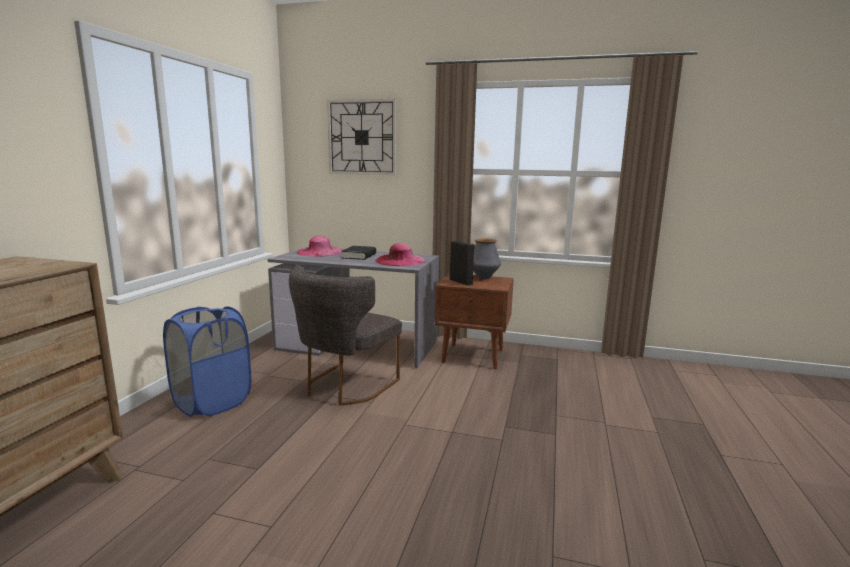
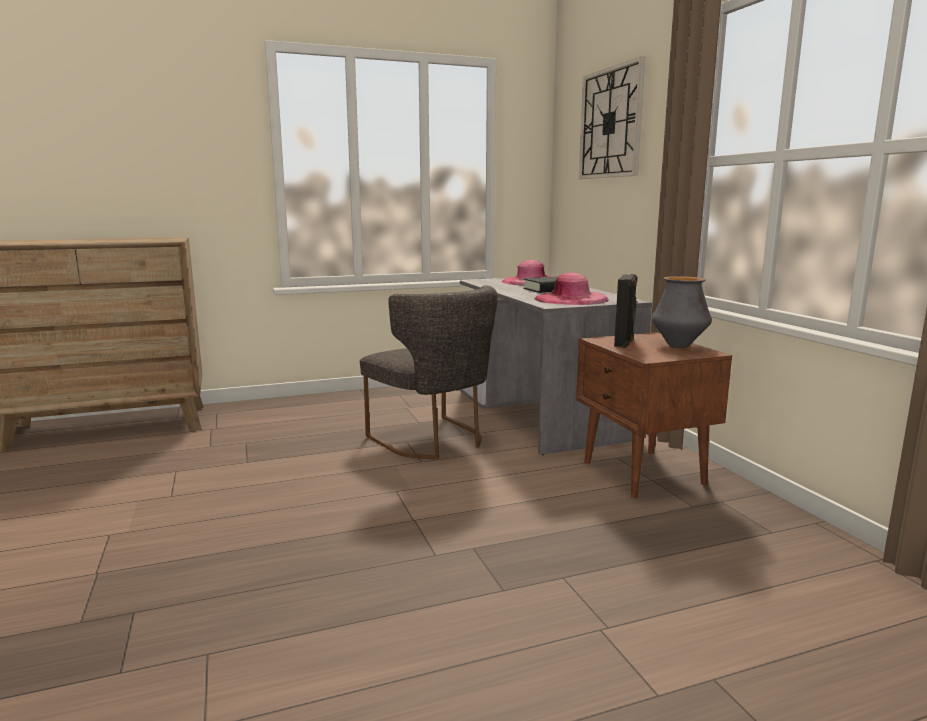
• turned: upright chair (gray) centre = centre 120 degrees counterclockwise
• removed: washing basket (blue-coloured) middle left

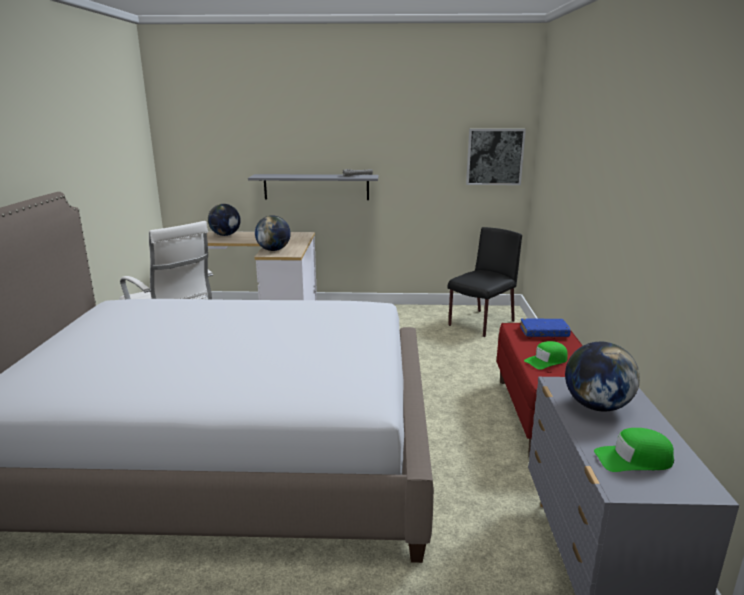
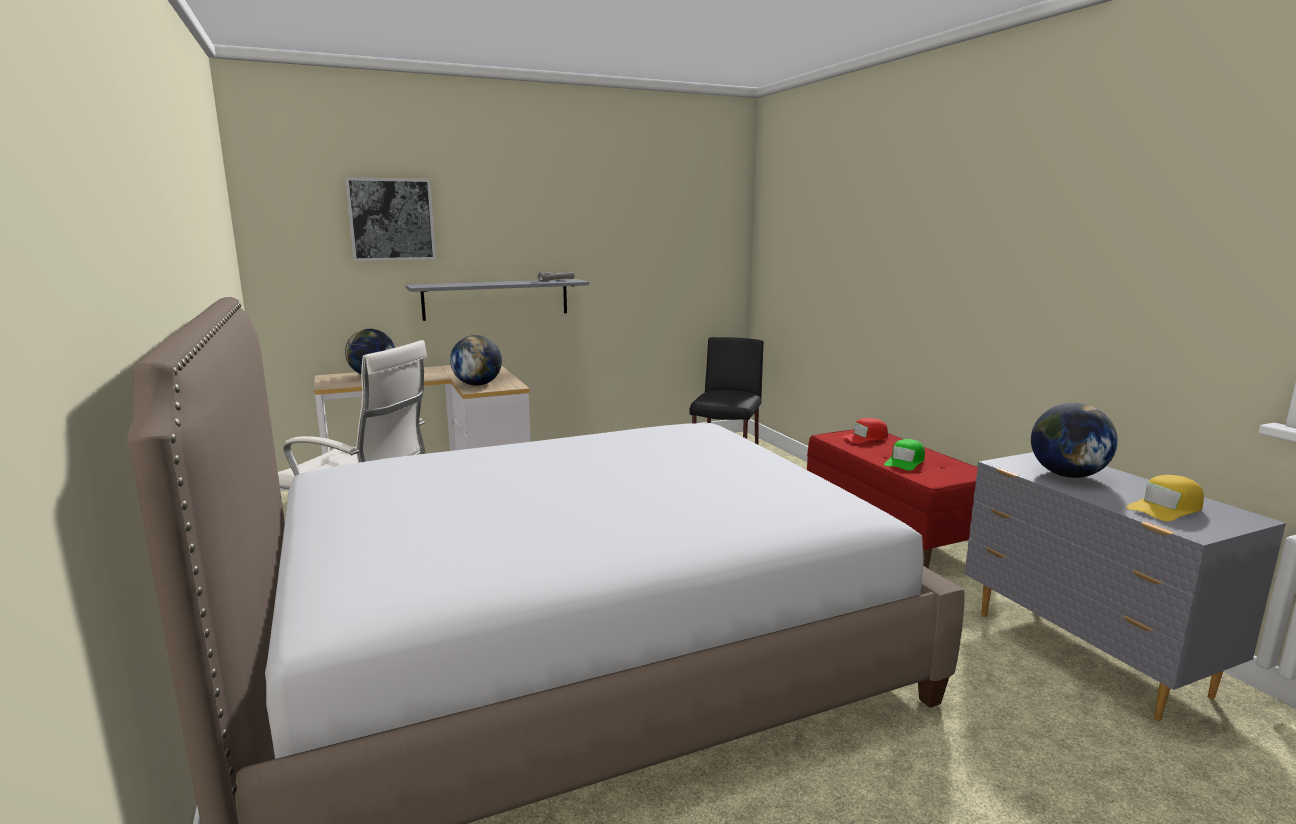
• moved: wall picture top right to top left
• replaced: volume (blue-coloured) middle right to cap (red-coloured) middle right
• recoloured: cap (green-coloured) (2nd from left) bottom right to cap (yellow) middle right

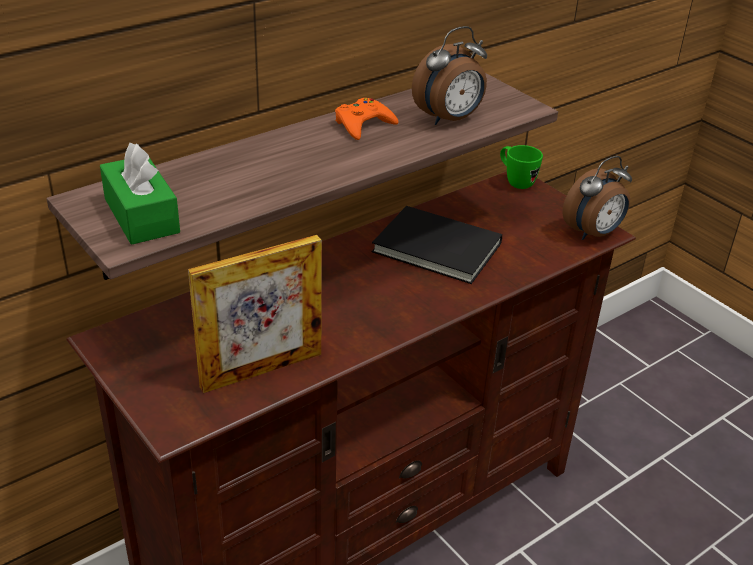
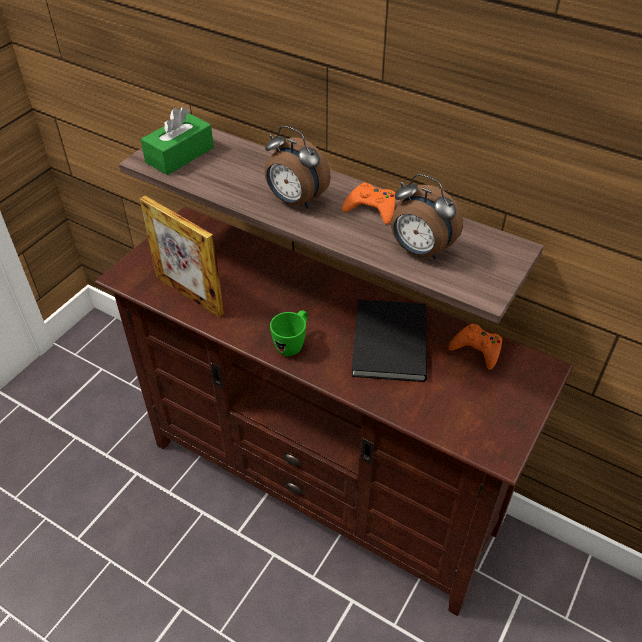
• moved: coffee mug (green-coloured) top right to centre
• moved: alarm clock (2nd from left in the first image) middle right to alarm clock (1st from left) top centre
• added: game controller (orangey) (2nd from left) middle right

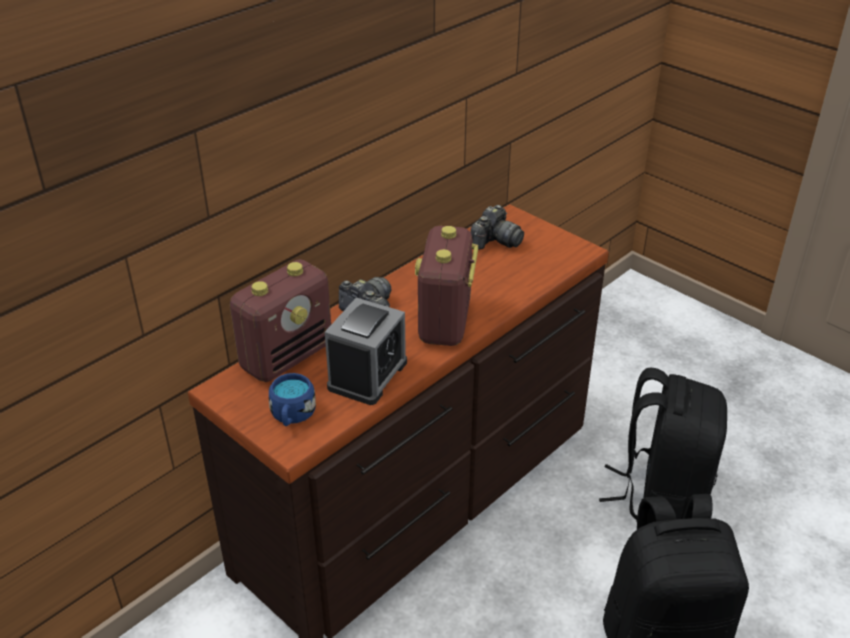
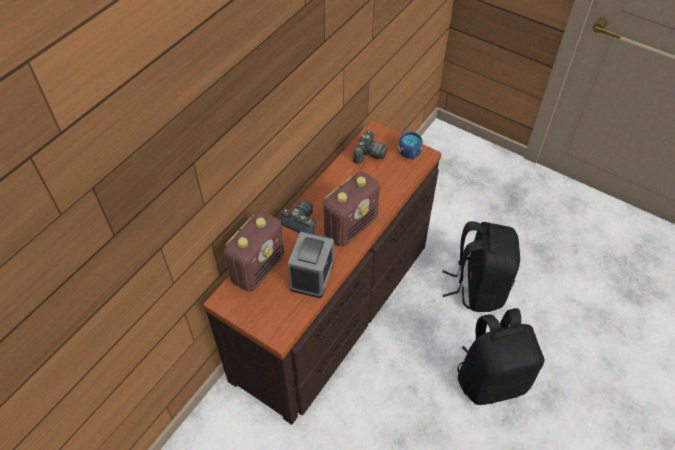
• turned: radio receiver (2nd from left) centre = centre 135 degrees counterclockwise
• moved: coffee mug (blue-coloured) centre to top centre

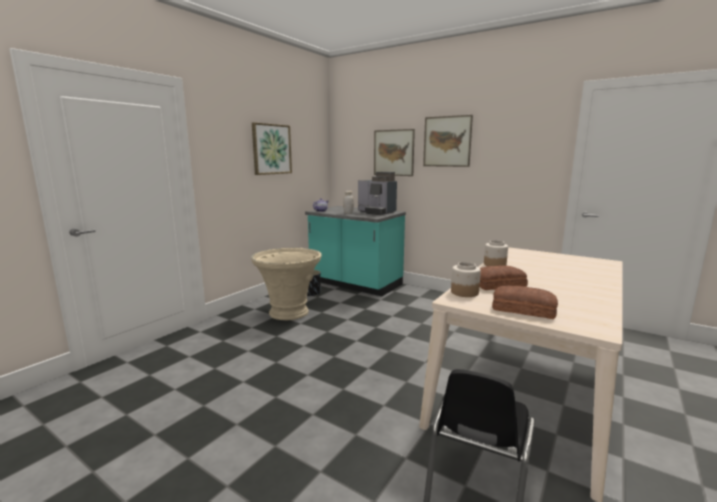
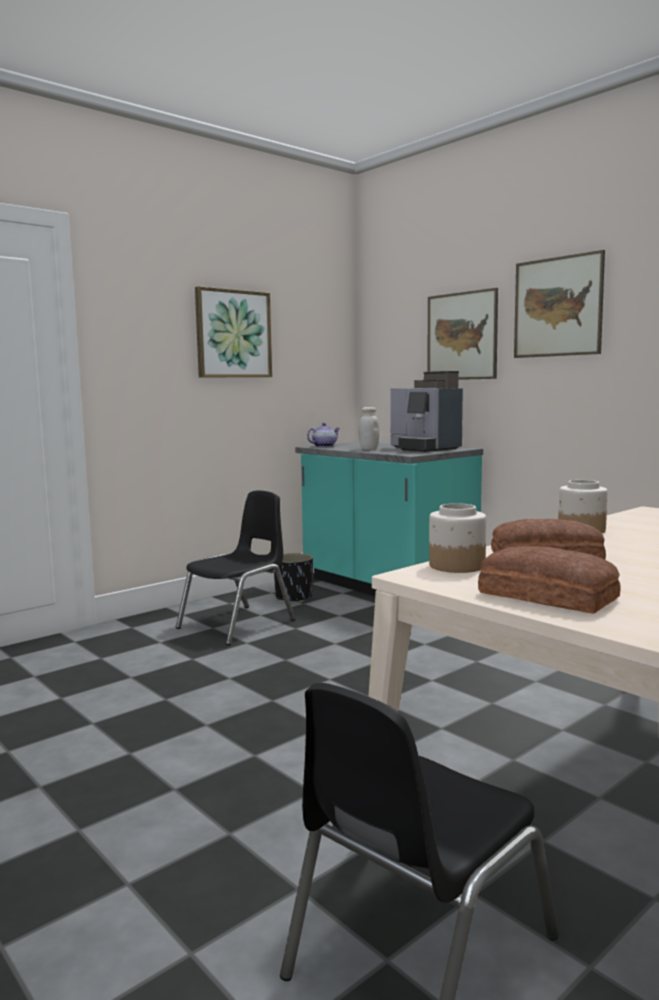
• replaced: planter (beige-coloured) centre to upright chair (blackish) (1st from left) centre

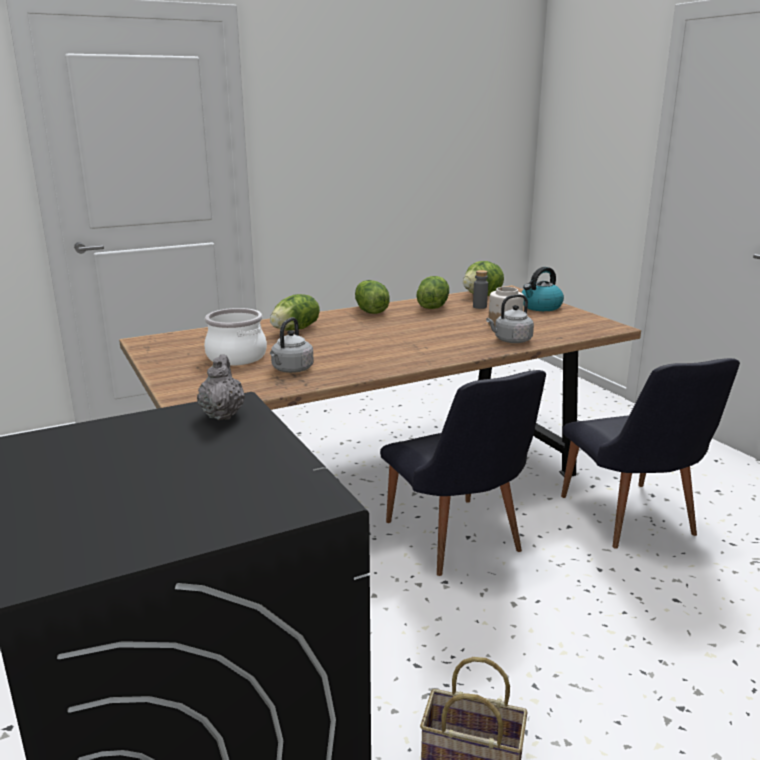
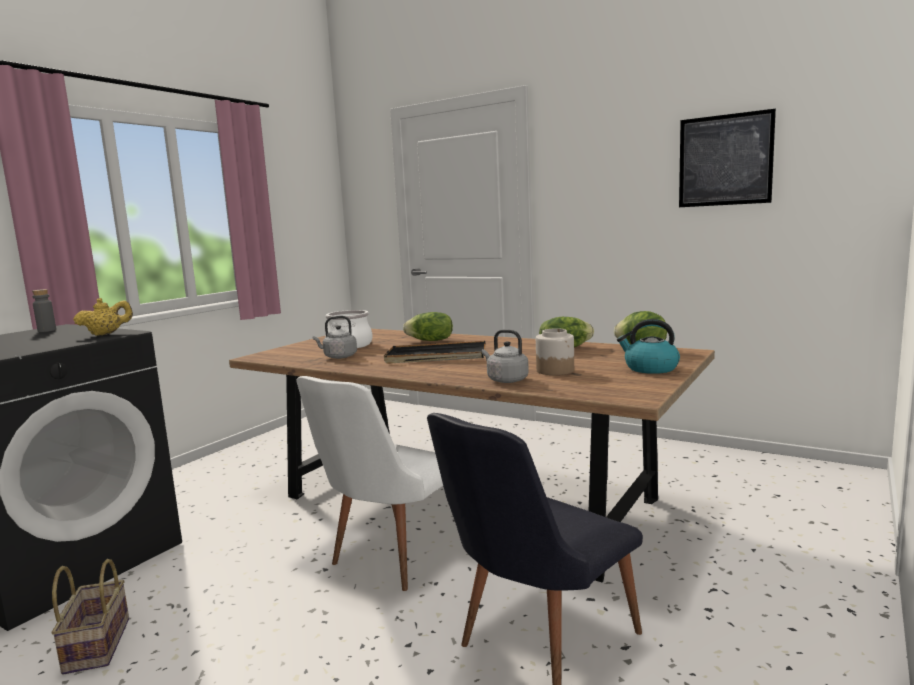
• moved: beverage bottle (gray) centre to middle left
• removed: lettuce head (2nd from left) centre
• recoloured: teapot (gray) middle left to teapot (yellow) middle left
• recoloured: upright chair (blackish) (1st from left) centre to upright chair (white) bottom centre
• added: wall picture top right
• added: carrying tray (blackish) centre

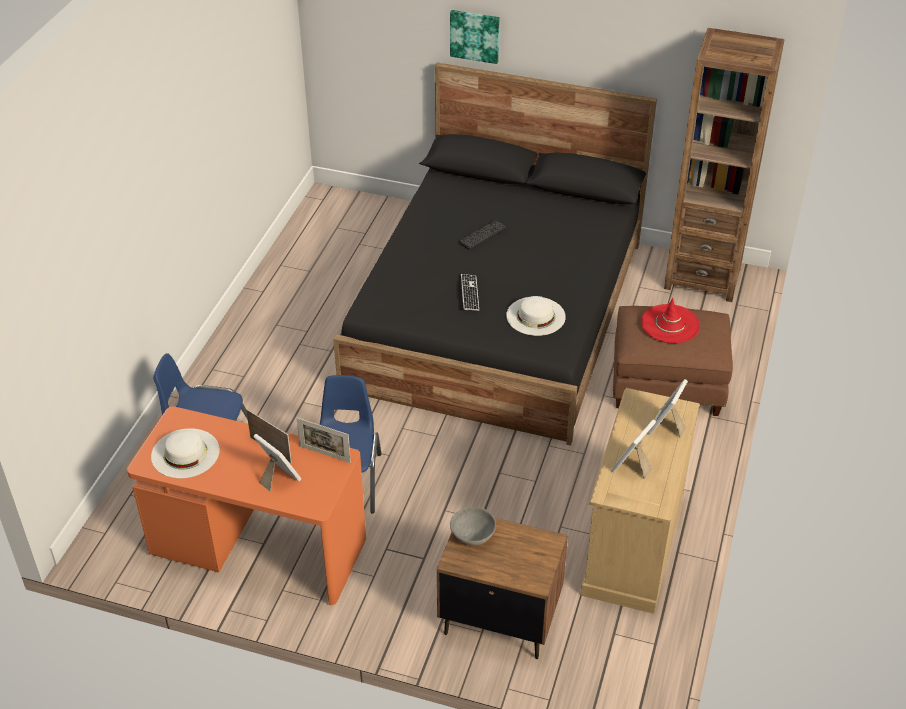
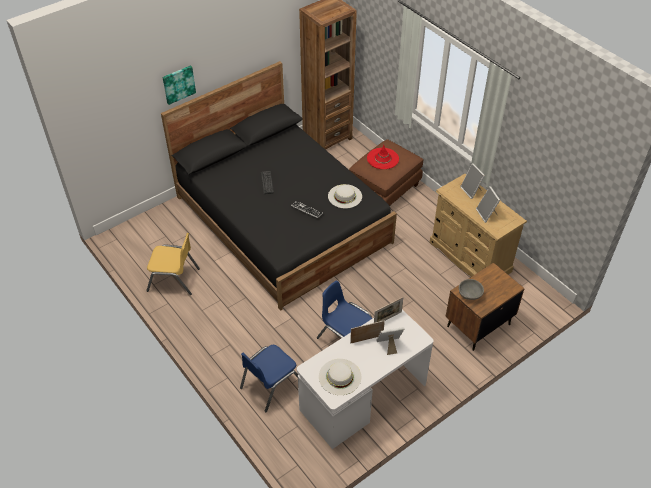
• recoloured: desk unit (orangey) bottom left to desk unit (white) bottom centre
• added: upright chair (yellow) middle left

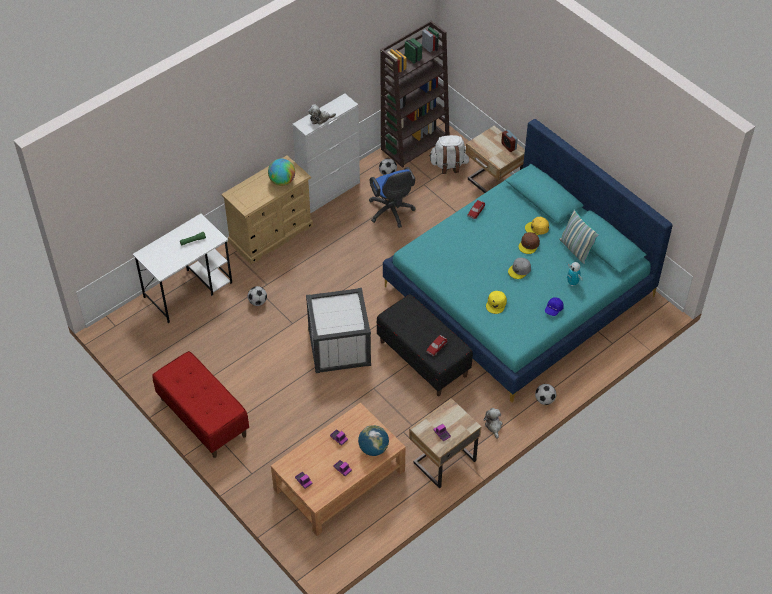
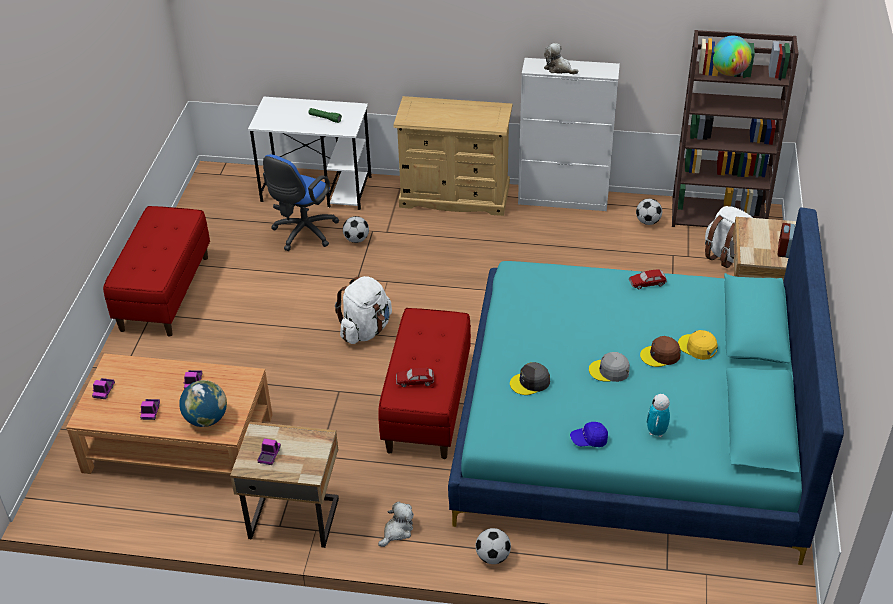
• moved: globe (1st from left in the first image) top centre to globe (2nd from left) top right
• moved: desk chair (blue-coloured) top centre to centre
• removed: cushion middle right
• replaced: storage box (white) centre to knapsack (white) (1st from left) centre
• recoloured: cap (yellow) (1st from left) centre to cap (gray) (1st from left) centre
• recoloured: indoor bench (blackish) centre to indoor bench (red-coloured) (2nd from left) centre

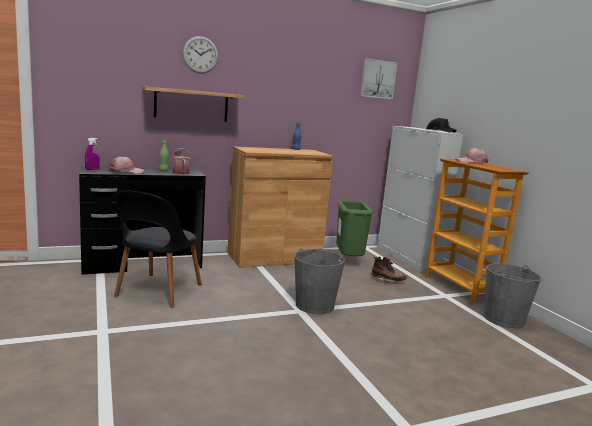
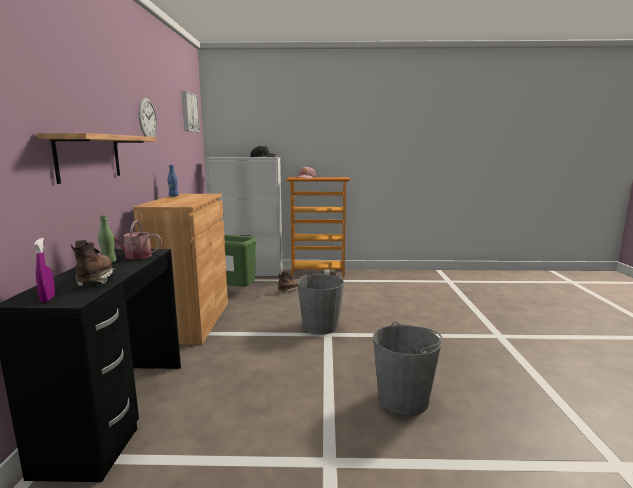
• moved: hanging clock top centre to top left
• replaced: cap (pinkish) (1st from left) middle left to tall boot (brown-coloured) (1st from left) middle left
• removed: upright chair (blackish) middle left
• moved: water bucket (gray) (2nd from left) bottom right to bottom centre

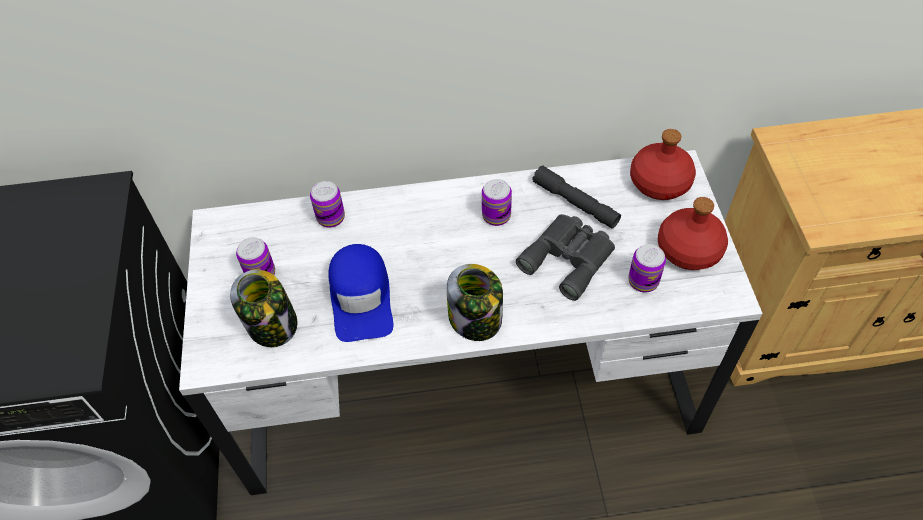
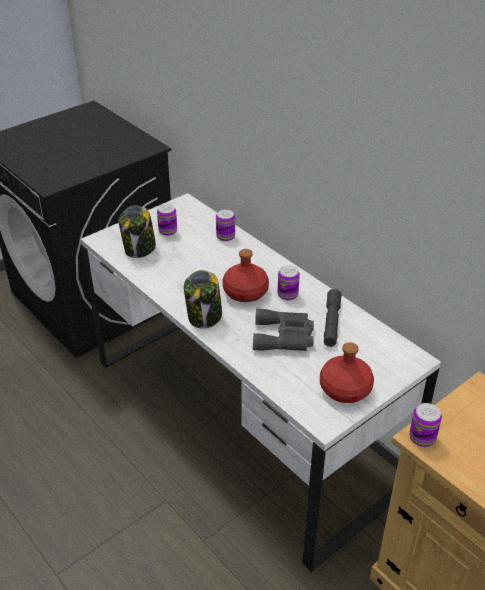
• moved: beverage bottle (red-coloured) (1st from left) top right to centre
• removed: cap (blue-coloured) centre
• moved: sealed can (4th from left) middle right to bottom right

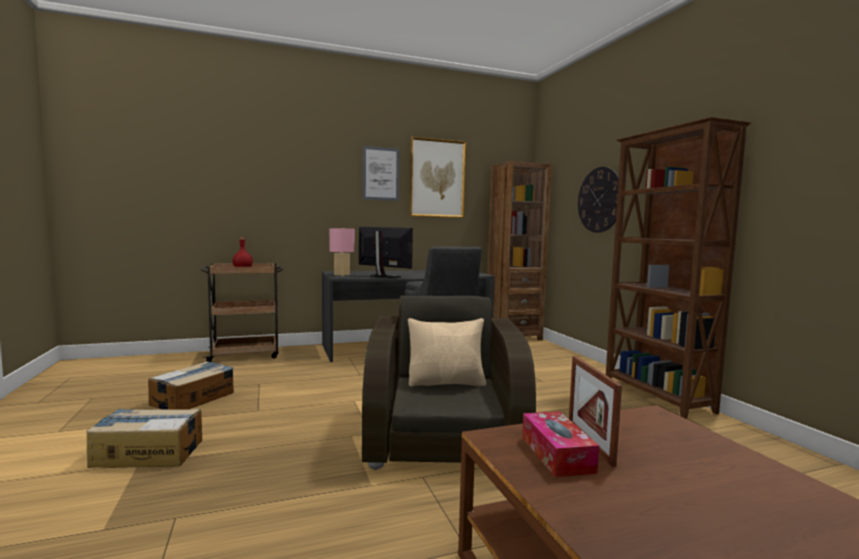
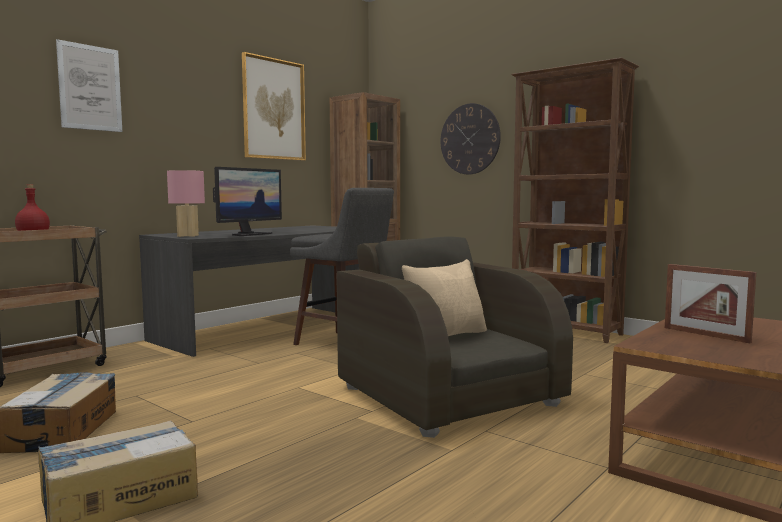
• moved: wall picture (1st from left) top centre to top left
• turned: computer screen centre = middle left 120 degrees clockwise
• removed: tissue box bottom centre

